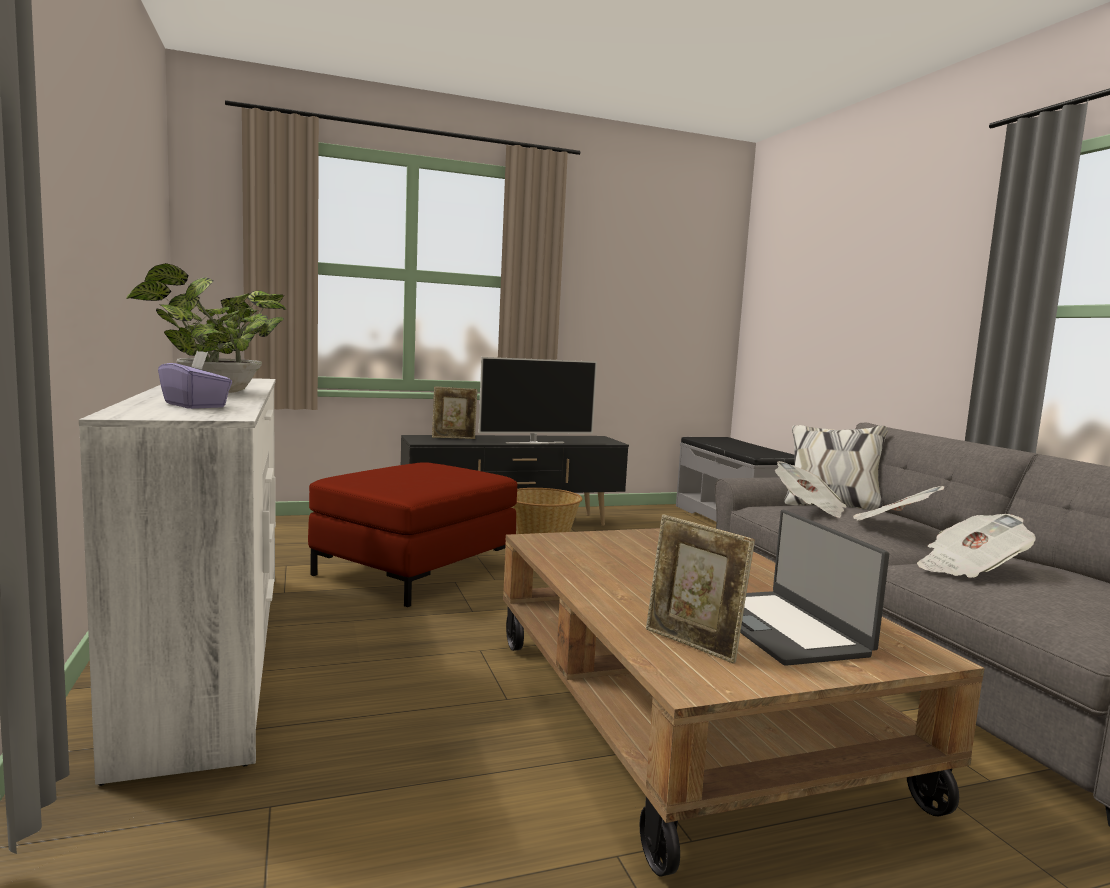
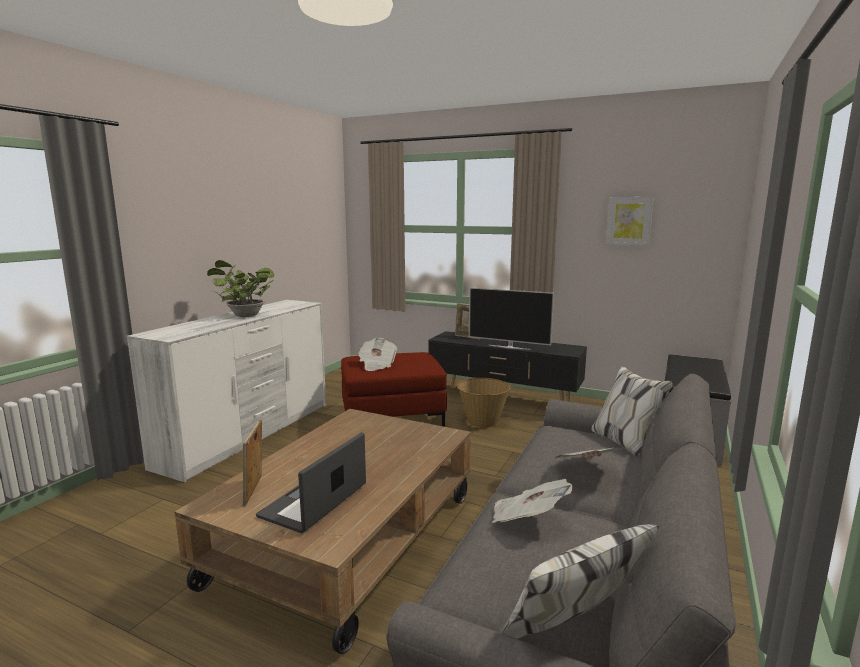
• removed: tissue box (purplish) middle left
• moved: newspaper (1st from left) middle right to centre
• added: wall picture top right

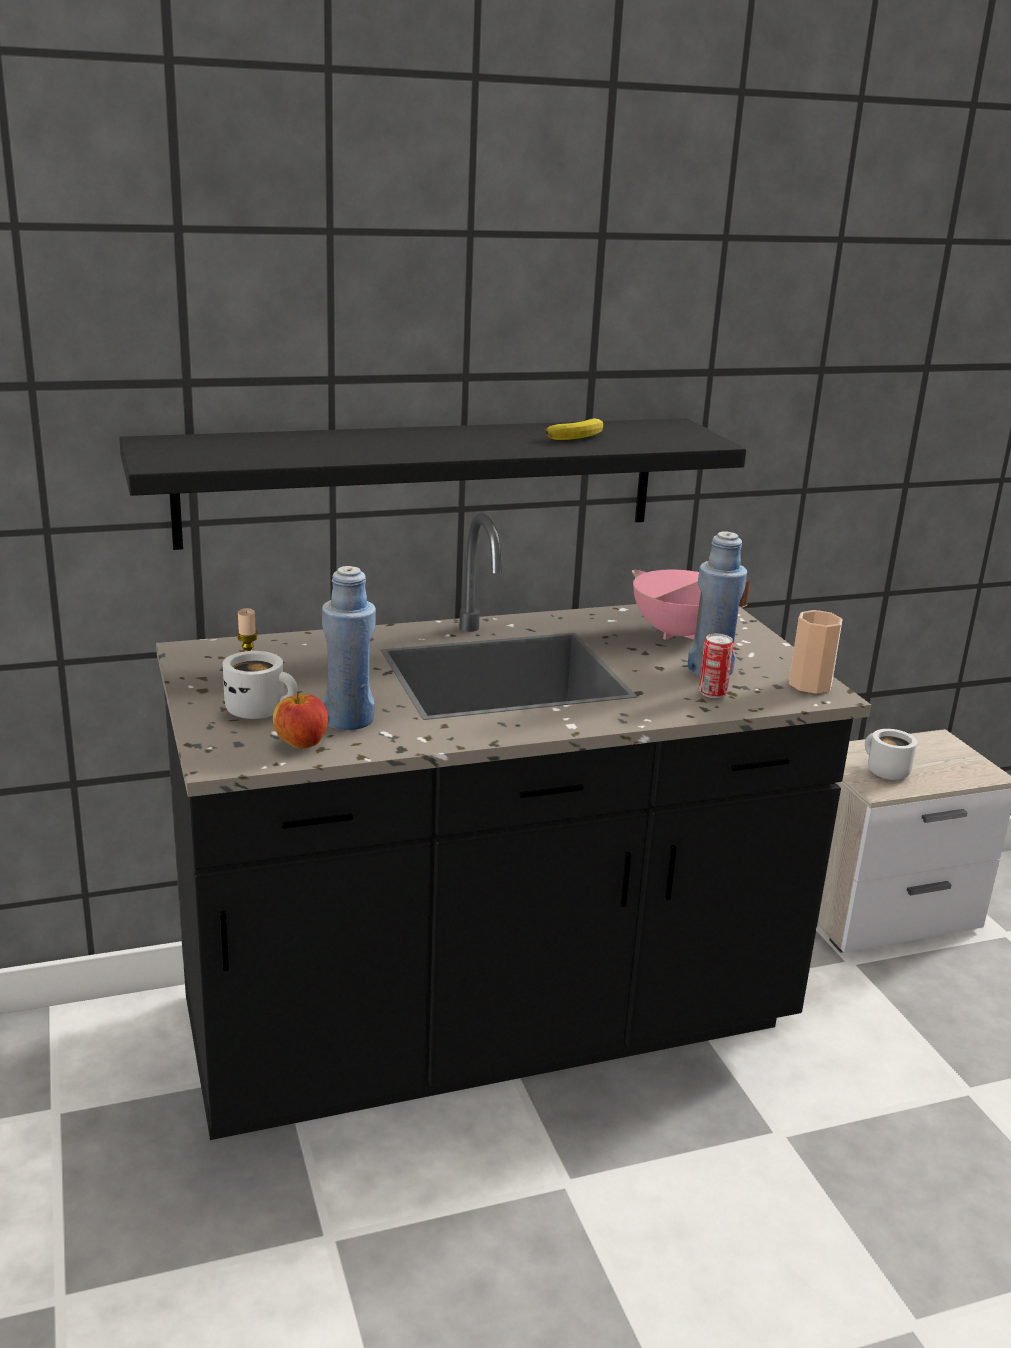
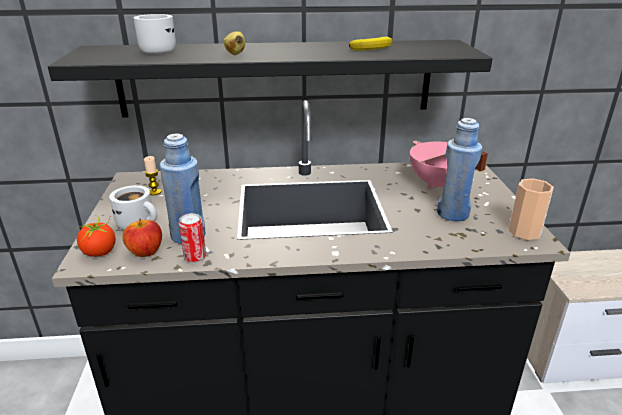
• moved: sealed can middle right to middle left
• moved: coffee mug (white) (2nd from left) middle right to top left
• added: banana fruit (1st from left) top centre
• added: fresh tomato middle left

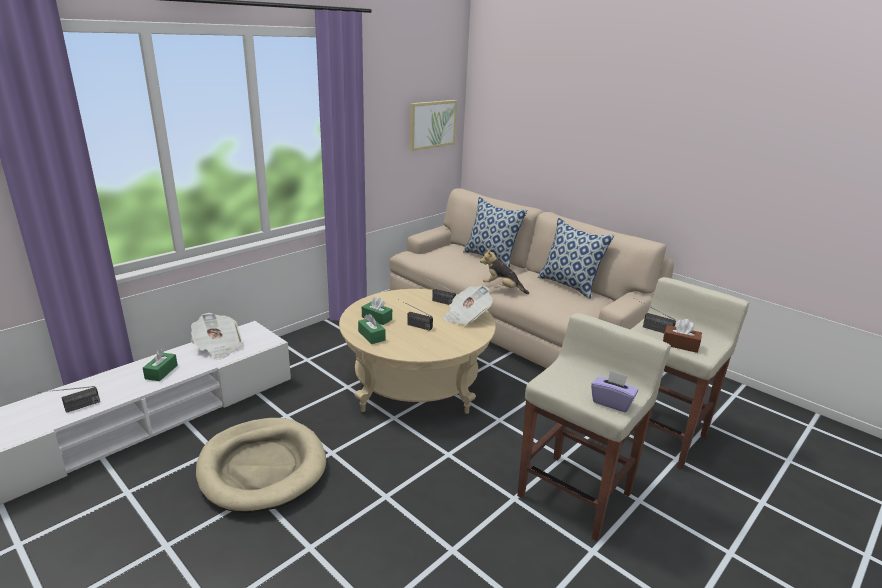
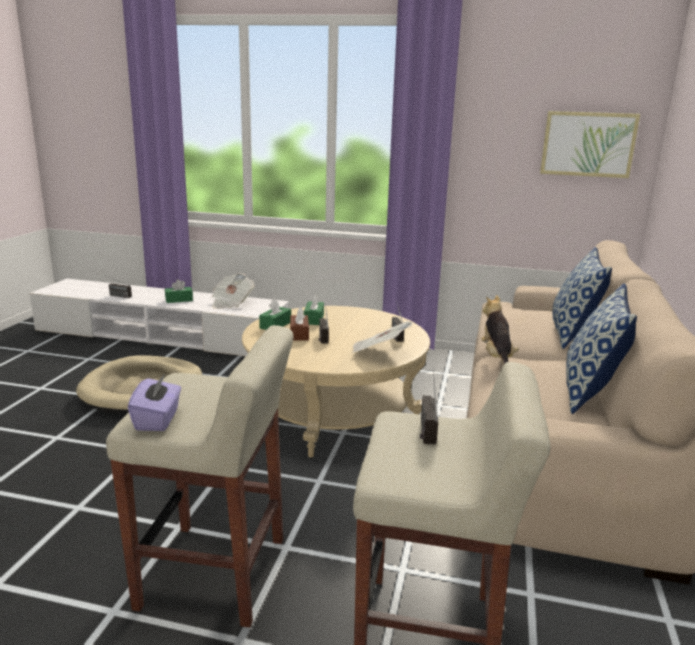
• moved: tissue box (brown-coloured) middle right to centre

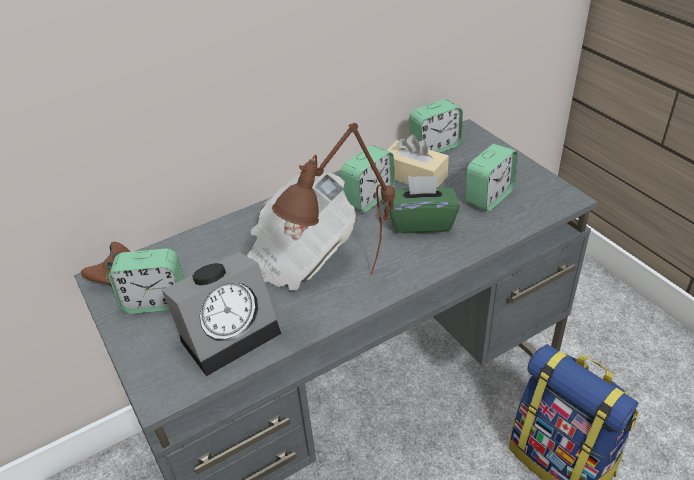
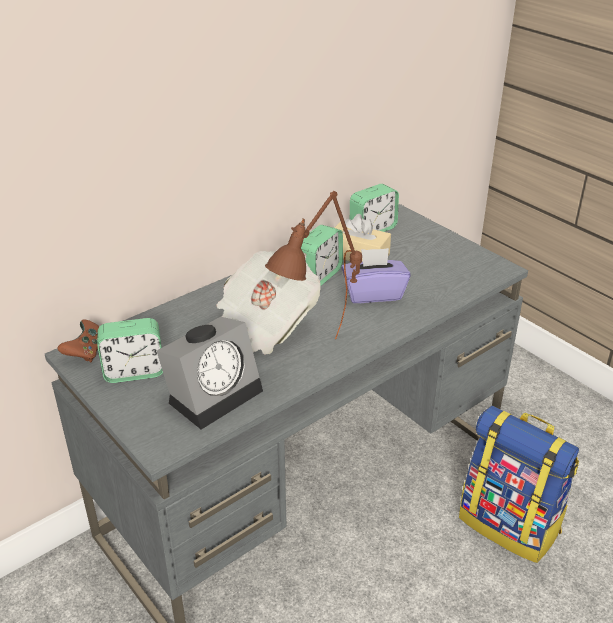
• removed: alarm clock (5th from left) middle right
• recoloured: tissue box (green-coloured) centre to tissue box (purplish) centre

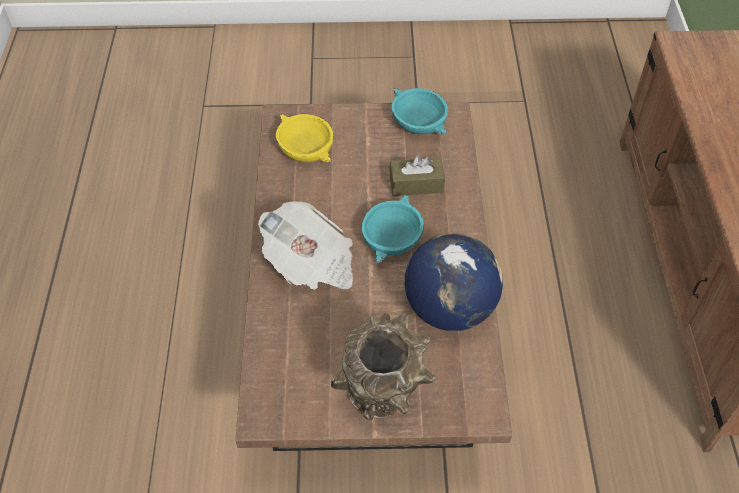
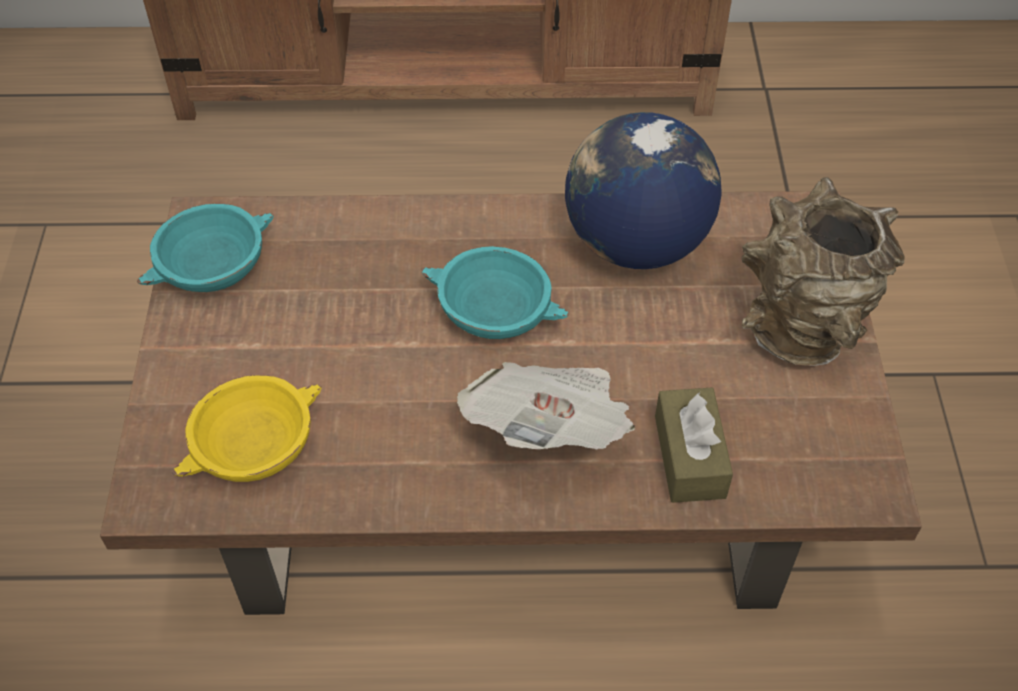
• moved: tissue box (brown-coloured) centre to middle right

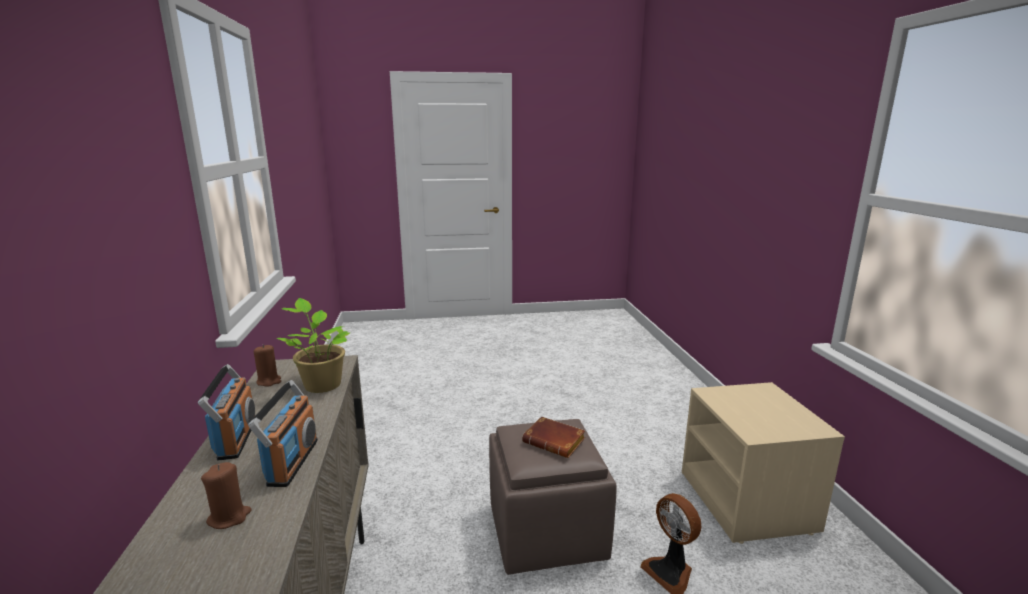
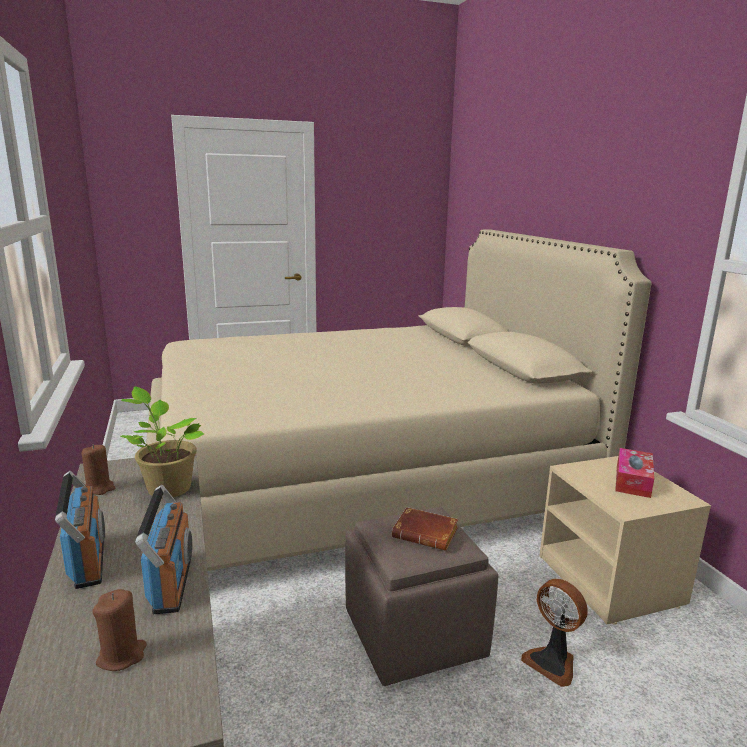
• added: bedroom bed (beige-coloured) centre
• added: tissue box middle right

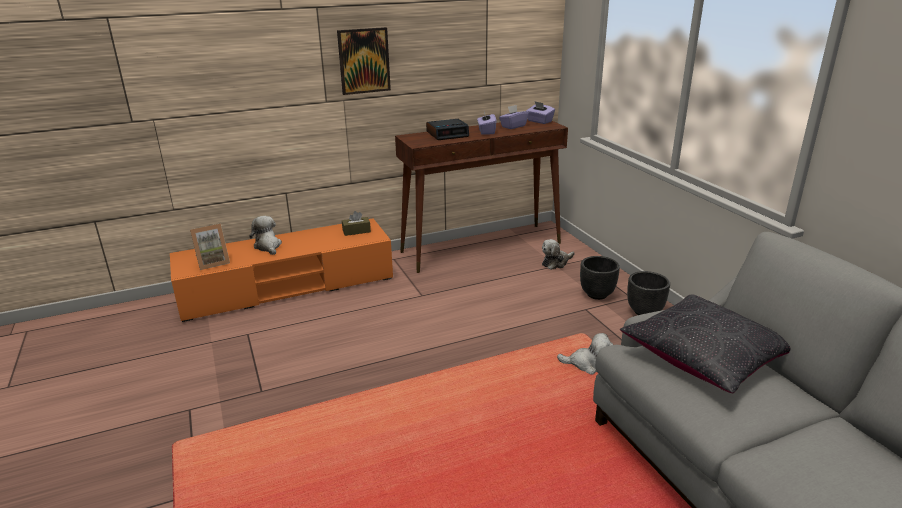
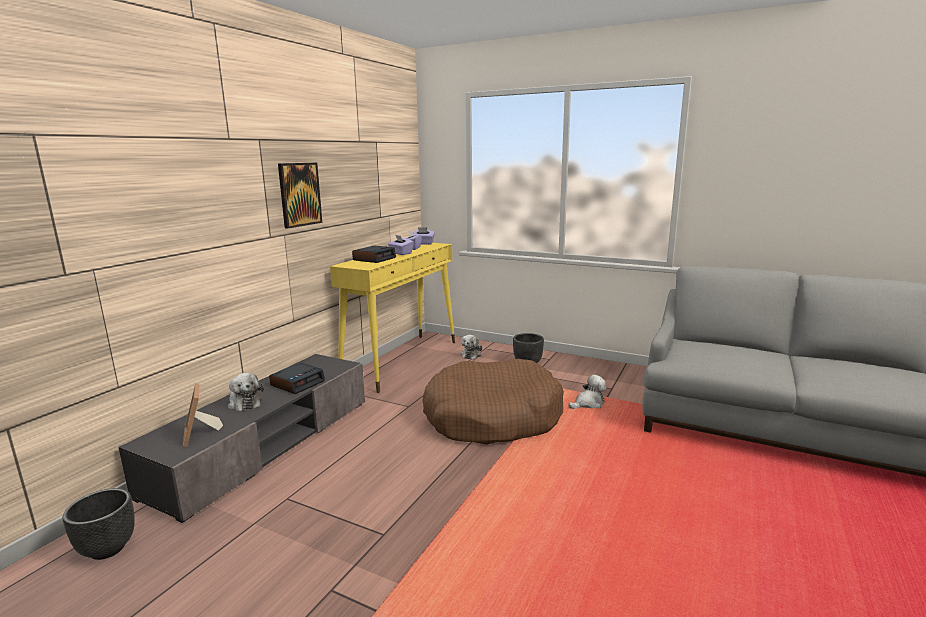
• recoloured: hall table (brown-coloured) centre to hall table (yellow) centre
• removed: tissue box (brown-coloured) centre
• turned: soft toy (1st from left) middle left = middle left 150 degrees counterclockwise
• recoloured: media console (orangey) middle left to media console (gray) bottom left
• turned: standing frame middle left = bottom left 135 degrees clockwise
• moved: planter (blackish) (2nd from left in the first image) middle right to planter (blackish) (1st from left) bottom left
• removed: cushion (blackish) bottom right
• added: dog cushion (brown-coloured) centre
• added: alarm clock (1st from left) middle left

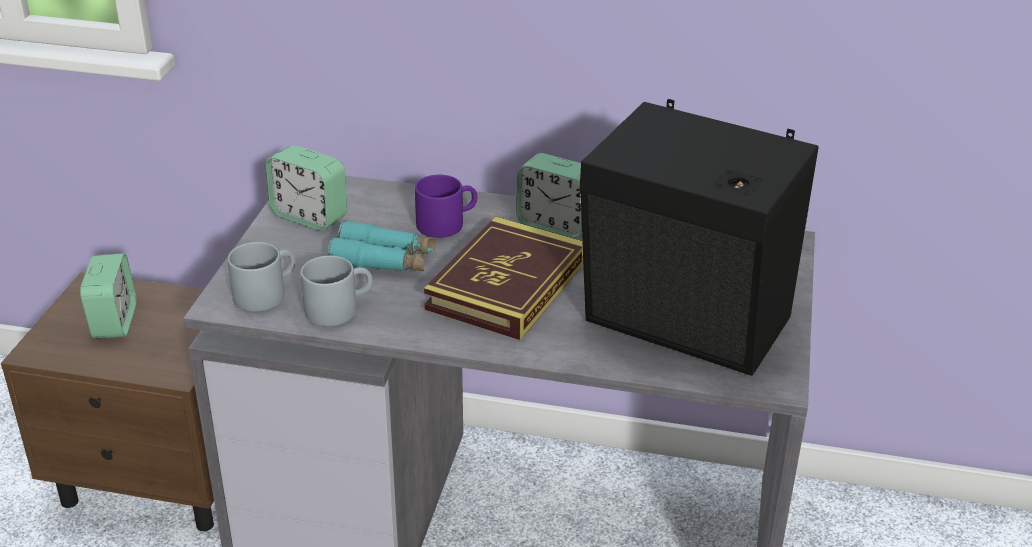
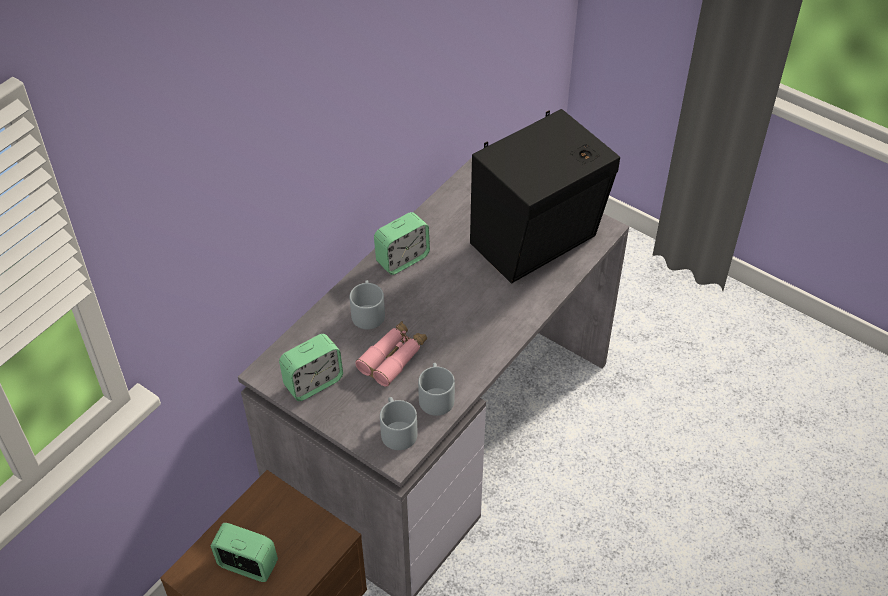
• recoloured: coffee mug (purplish) centre to coffee mug (gray) (1st from left) centre
• removed: volume centre
• recoloured: field glasses (turquoise-coloured) centre to field glasses (pinkish) centre

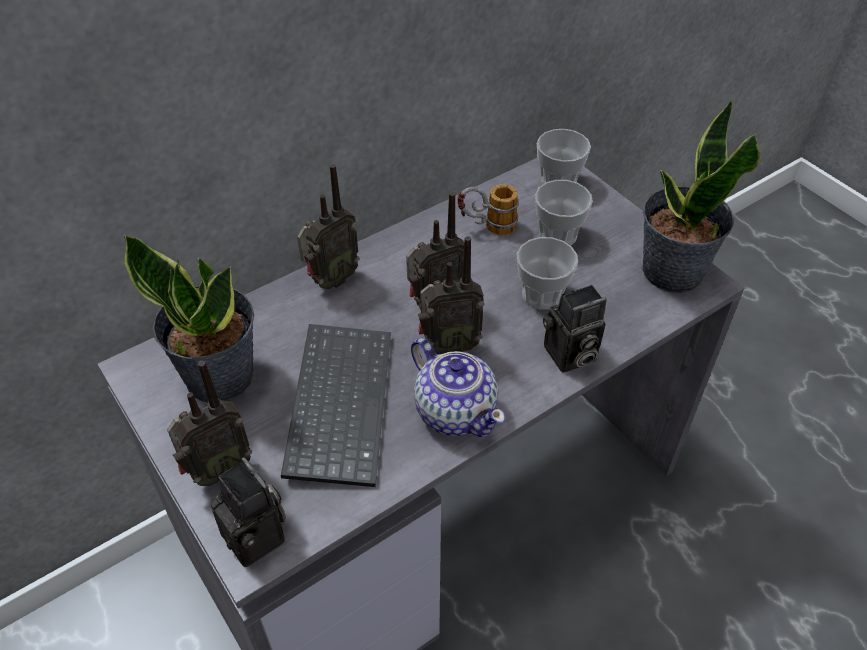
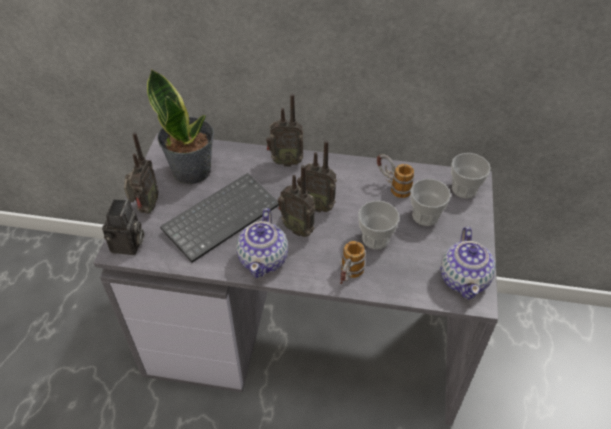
• replaced: houseplant (2nd from left) top right to teapot (2nd from left) middle right
• replaced: still camera (2nd from left) centre to coffee mug (1st from left) centre
• turned: radio receiver (1st from left) middle left = middle left 90 degrees counterclockwise

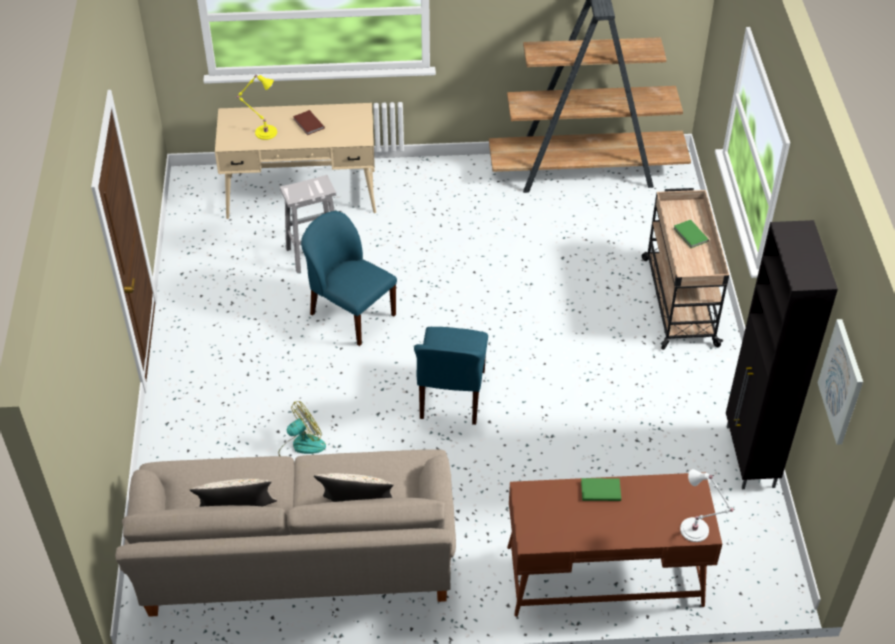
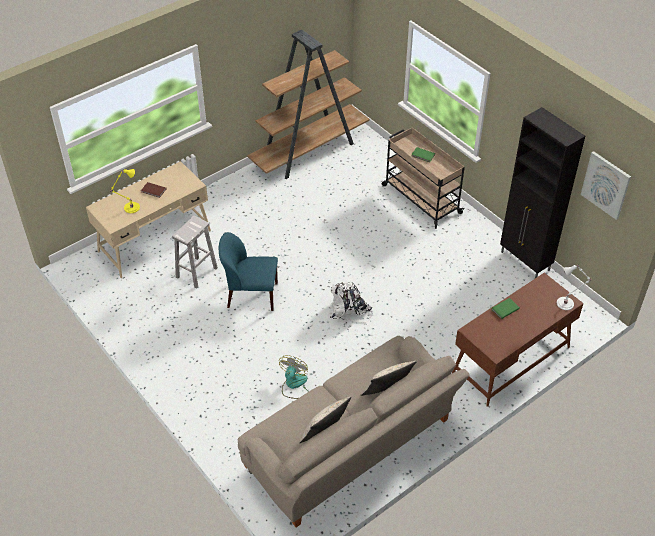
• replaced: upright chair (blue-coloured) (2nd from left) centre to knapsack (white) centre

